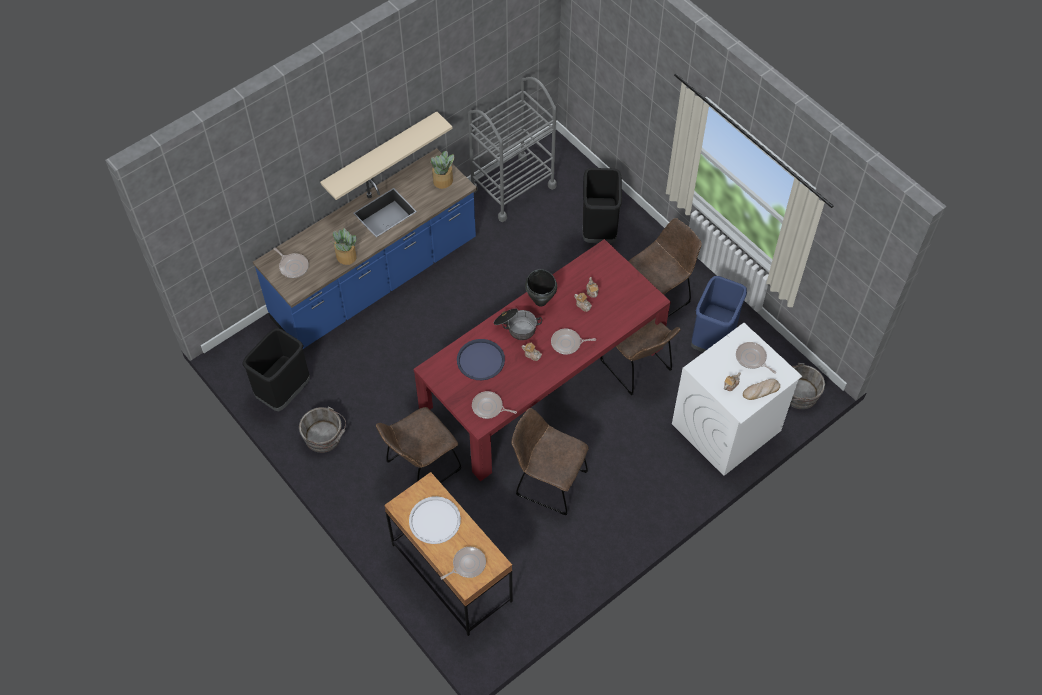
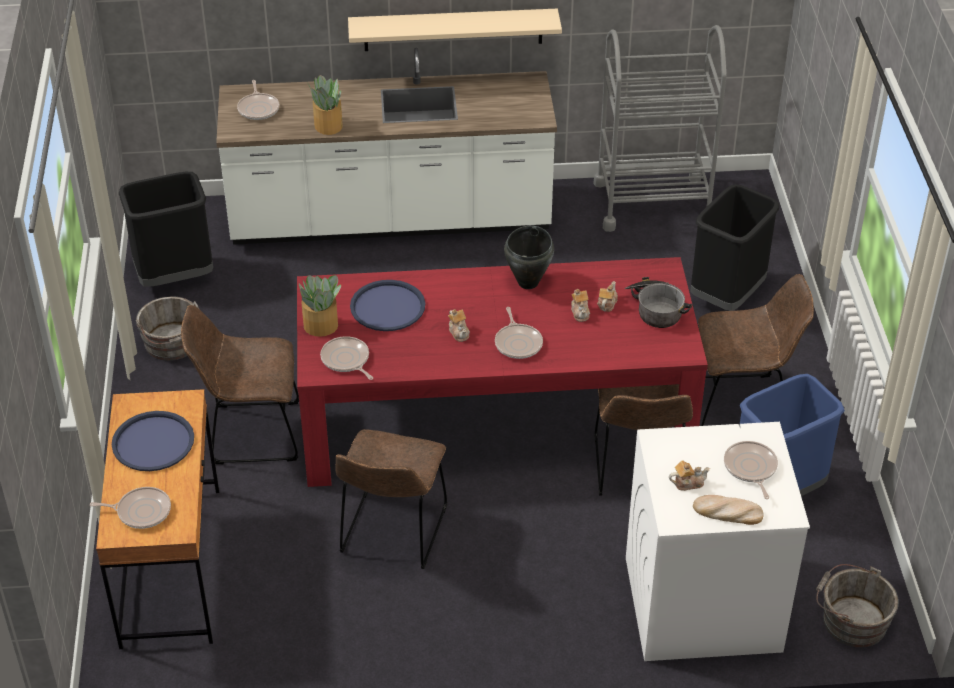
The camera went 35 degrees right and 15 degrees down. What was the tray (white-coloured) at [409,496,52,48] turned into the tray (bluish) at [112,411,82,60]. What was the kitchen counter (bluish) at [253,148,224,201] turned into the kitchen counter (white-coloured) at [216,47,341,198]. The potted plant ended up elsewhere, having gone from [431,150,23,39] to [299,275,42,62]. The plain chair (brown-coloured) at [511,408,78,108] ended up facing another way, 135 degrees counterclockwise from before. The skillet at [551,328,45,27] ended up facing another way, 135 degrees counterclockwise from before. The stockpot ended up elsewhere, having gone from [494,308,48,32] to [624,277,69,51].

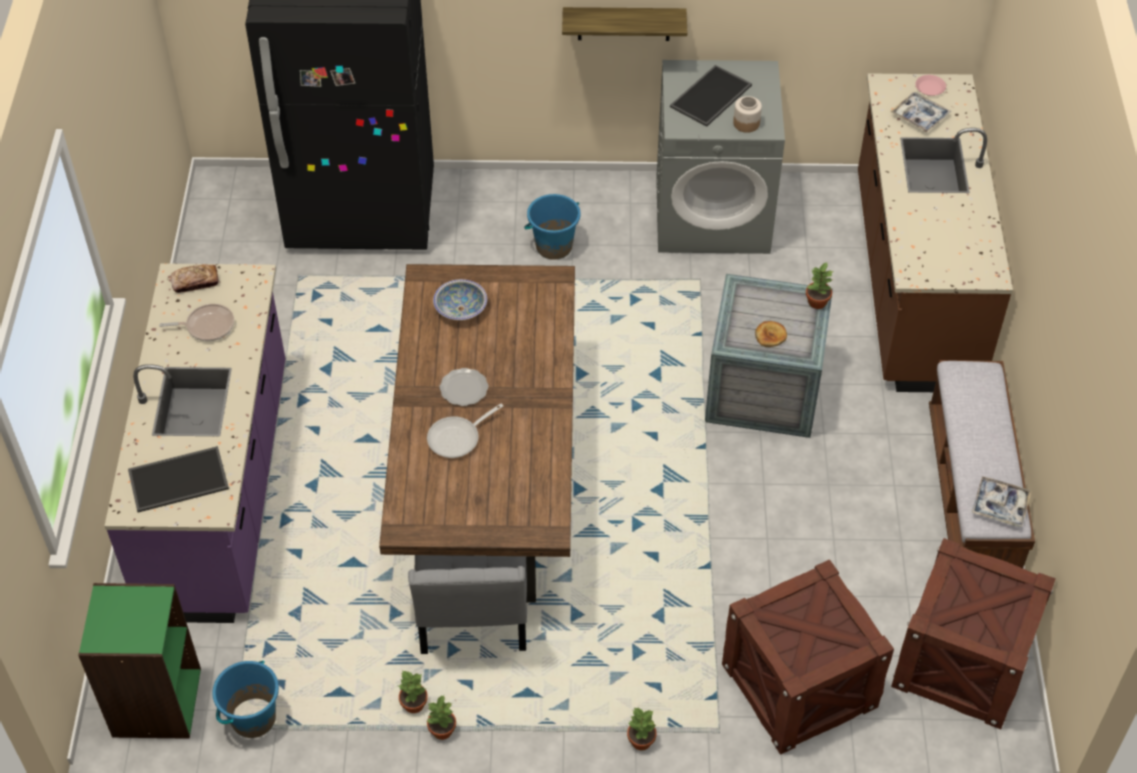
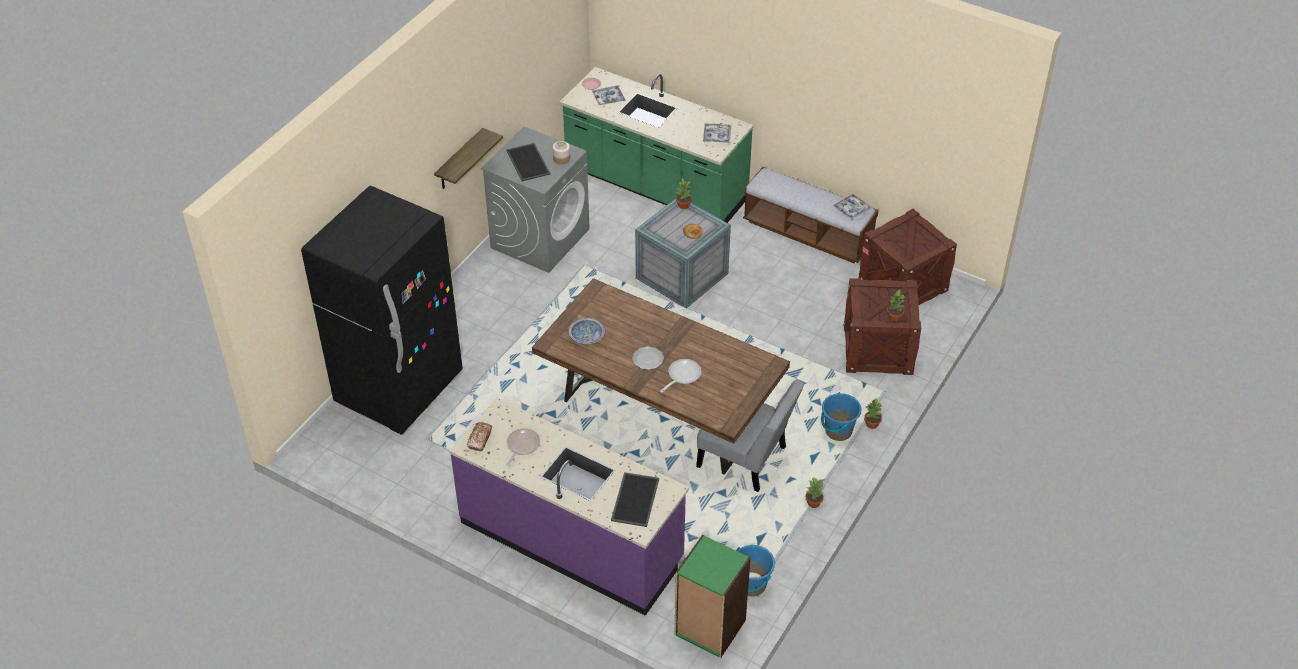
The camera went 60 degrees left and 5 degrees down. What was the kitchen counter (brown-coloured) at [858,73,155,319] turned into the kitchen counter (greenish) at [560,67,194,156]. The skillet at [427,404,76,54] ended up facing another way, 135 degrees counterclockwise from before. The second view gained the tray at [703,123,28,20]. The pail (bluish) ended up elsewhere, having gone from [524,194,56,66] to [821,392,40,49]. The potted plant ended up elsewhere, having gone from [399,670,29,43] to [887,290,18,32].

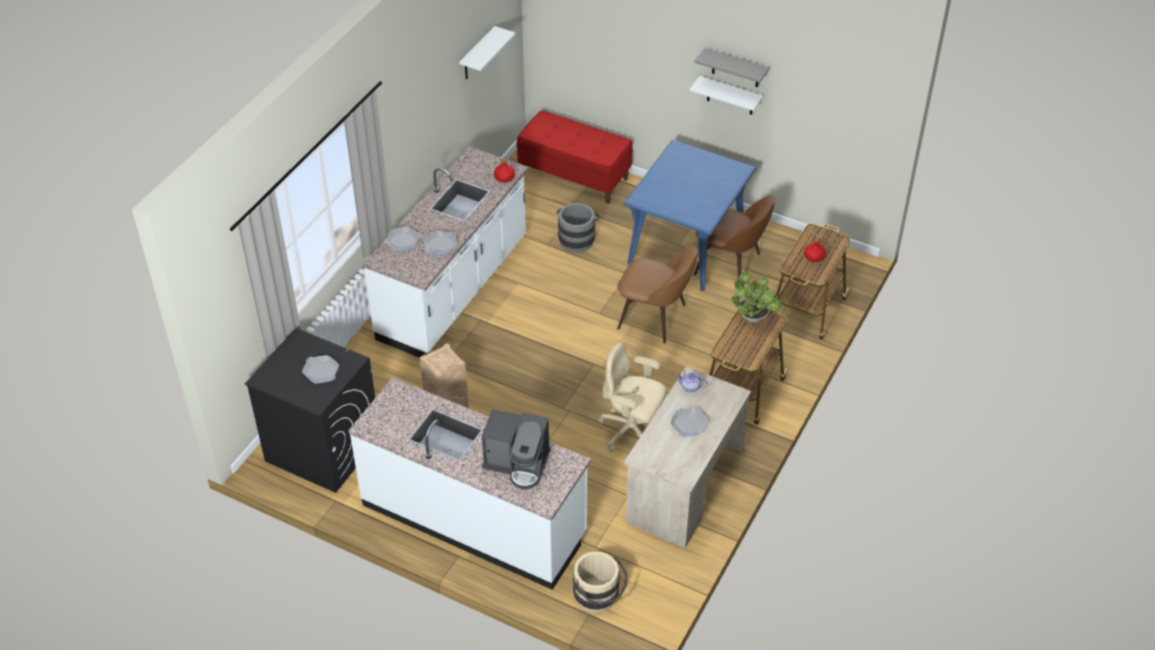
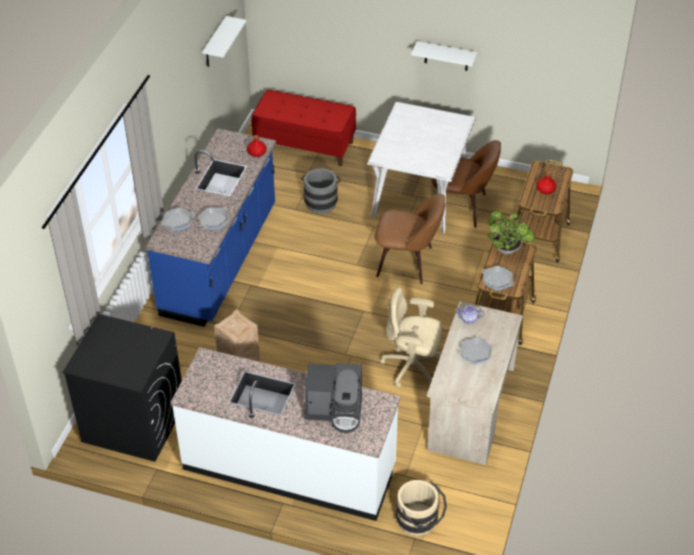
The camera went 10 degrees left and 0 degrees up. What was the kitchen counter (white-coloured) at [363,147,165,211] turned into the kitchen counter (bluish) at [146,129,130,198]. What was the dinner table (bluish) at [624,140,133,151] turned into the dinner table (white-coloured) at [367,102,109,132]. The skillet ended up elsewhere, having gone from [302,355,37,29] to [482,266,32,25]. The second view lost the wall shelf (gray) at [694,48,76,39].

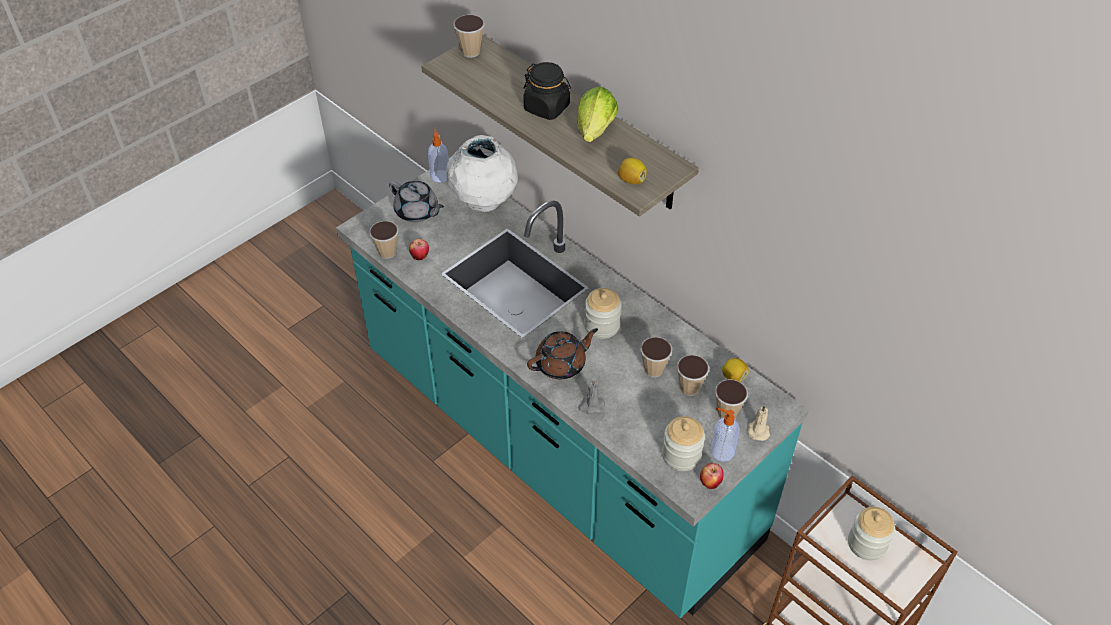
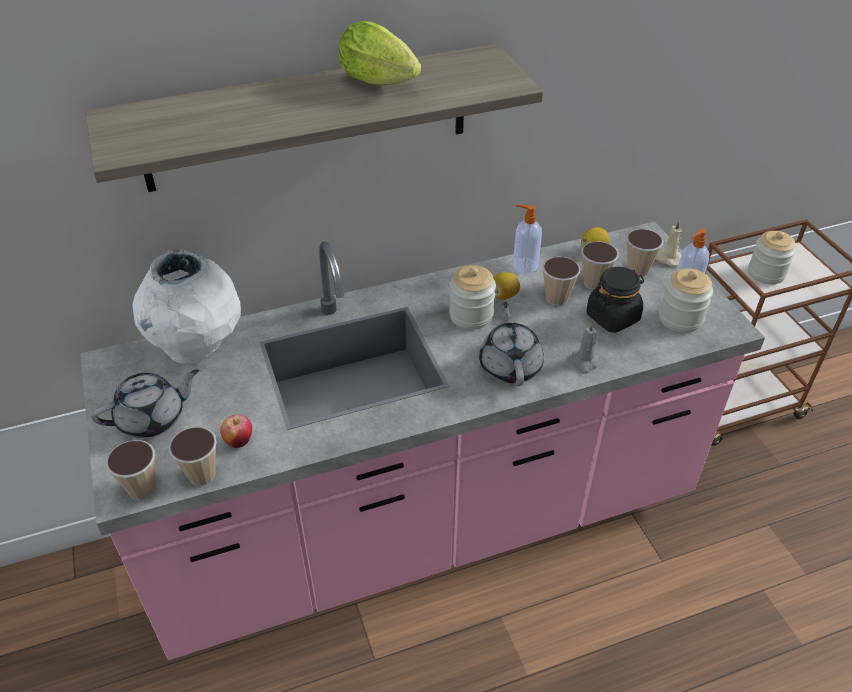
The camera went 65 degrees left and 5 degrees down. What was the kitchen counter (blue-green) at [336,157,473,461] turned into the kitchen counter (pinkish) at [80,222,685,438]. The cup ended up elsewhere, having gone from [453,15,32,43] to [106,440,50,60]. What was the teapot (brown-coloured) at [527,328,71,51] turned into the teapot (gray) at [479,302,65,84]. The citrus fruit ended up elsewhere, having gone from [618,158,29,26] to [493,272,27,28]. The soap dispenser ended up elsewhere, having gone from [428,127,21,55] to [513,205,29,68]. The jar (black-coloured) ended up elsewhere, having gone from [523,62,48,58] to [586,267,58,66]. The second view lost the whole apple at [700,463,24,26].

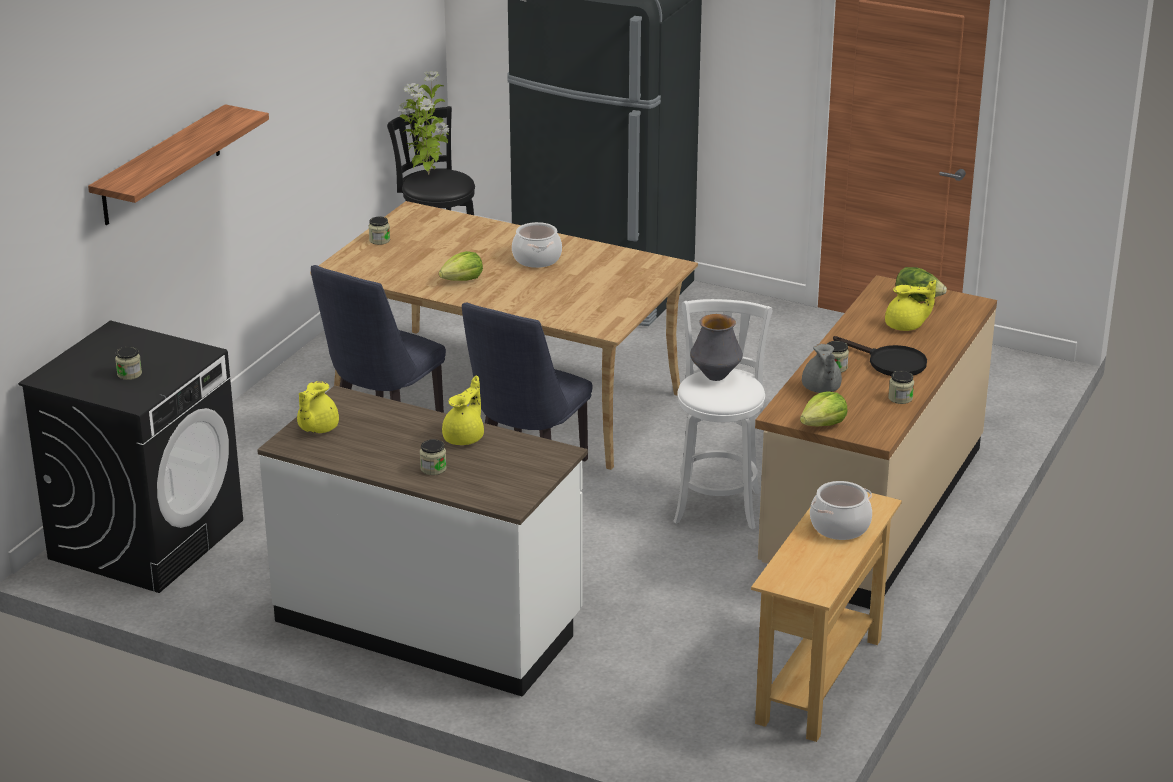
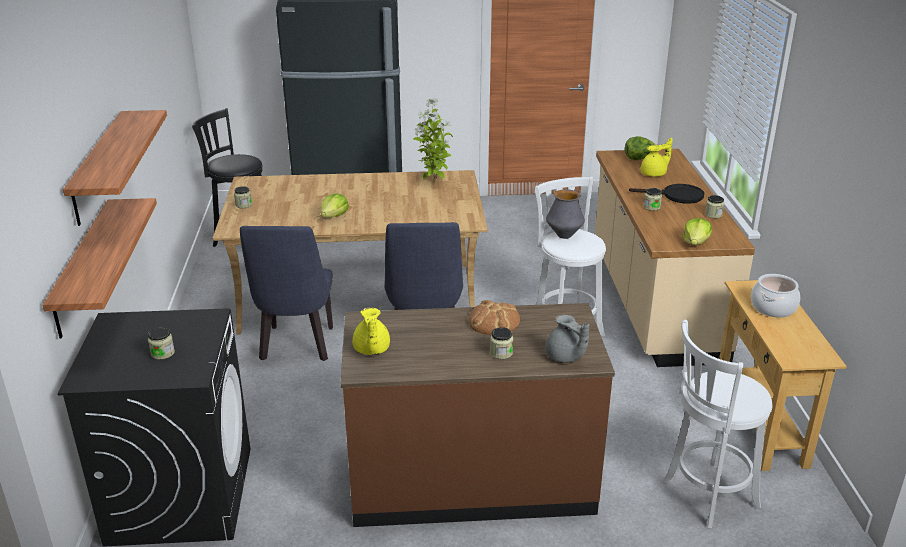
The camera went 30 degrees left and 0 degrees up. The second view gained the wall shelf at [42,198,115,141]. What was the kitchen counter (white-coloured) at [257,386,331,311] turned into the kitchen counter (brown-coloured) at [341,303,274,224]. The potted plant ended up elsewhere, having gone from [398,71,52,104] to [413,98,40,85]. Where the teapot (yellow-coloured) stood at [442,376,42,69], the bakery bread came to stand at [468,300,52,35]. The teapot (gray) ended up elsewhere, having gone from [802,344,40,49] to [545,315,44,47]. The second view gained the stool (white-coloured) at [663,320,110,209]. The second view lost the stockpot at [512,222,50,46].

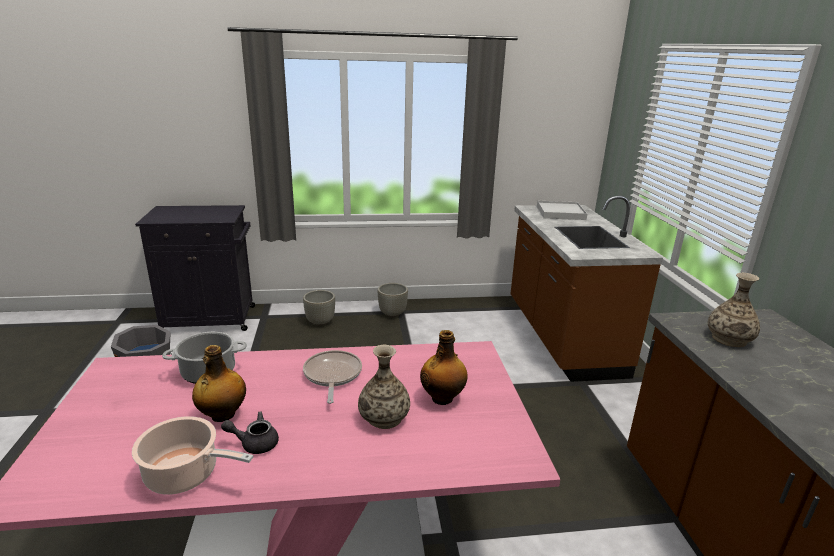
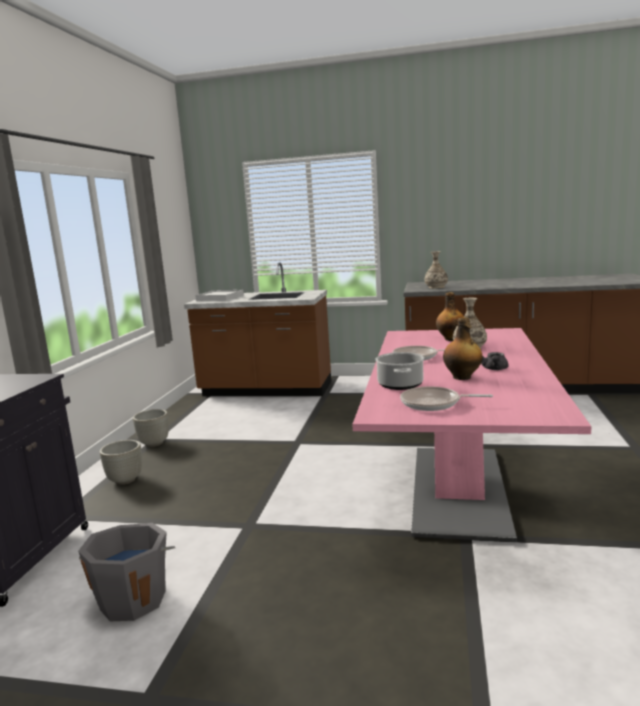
The camera went 70 degrees left and 10 degrees down. The second view gained the skillet at [400,386,93,25]. The second view lost the stockpot at [132,416,121,79].

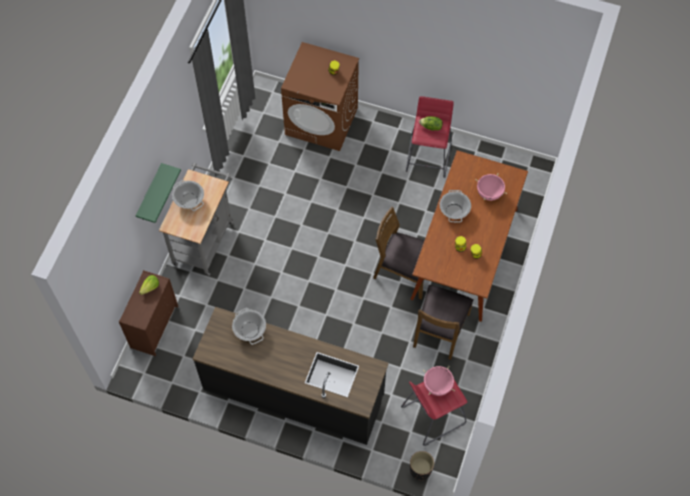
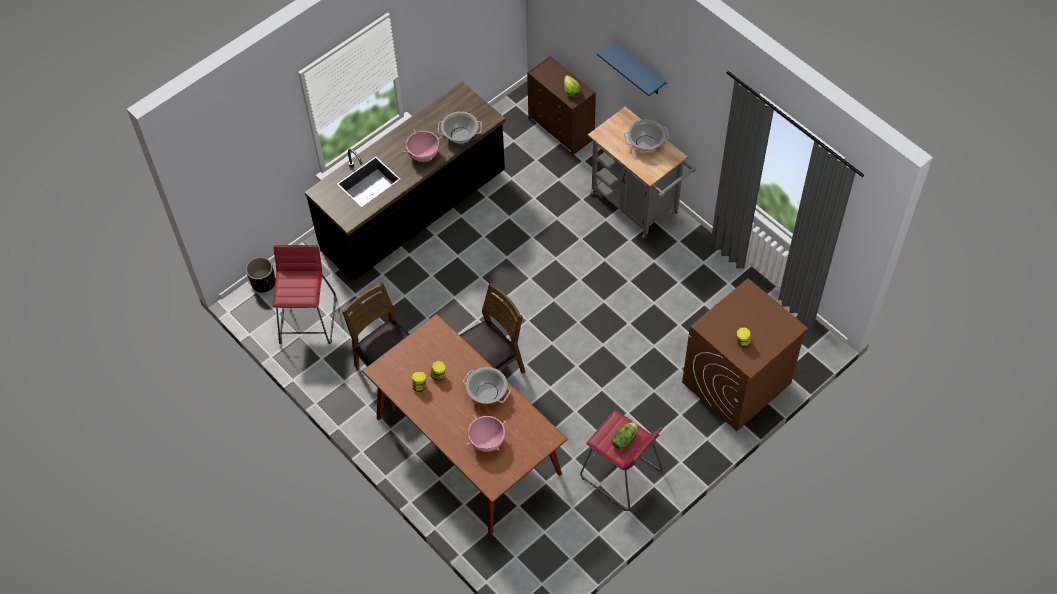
The camera went 120 degrees right and 5 degrees down. The stockpot (pinkish) ended up elsewhere, having gone from [423,366,32,30] to [403,129,39,33]. What was the wall shelf (greenish) at [135,163,46,60] turned into the wall shelf (bluish) at [597,41,69,55].

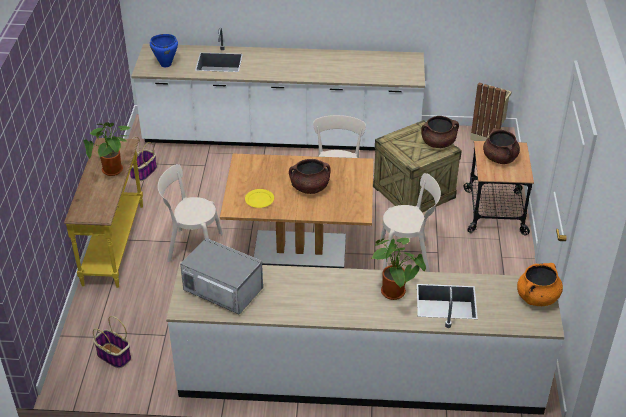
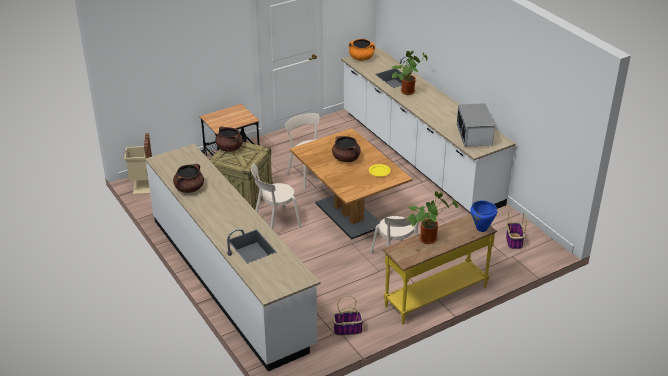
The camera went 125 degrees left and 5 degrees down. The stockpot (brown-coloured) ended up elsewhere, having gone from [483,128,37,36] to [173,164,31,29]. The stockpot (bluish) ended up elsewhere, having gone from [150,34,28,33] to [471,201,26,31].

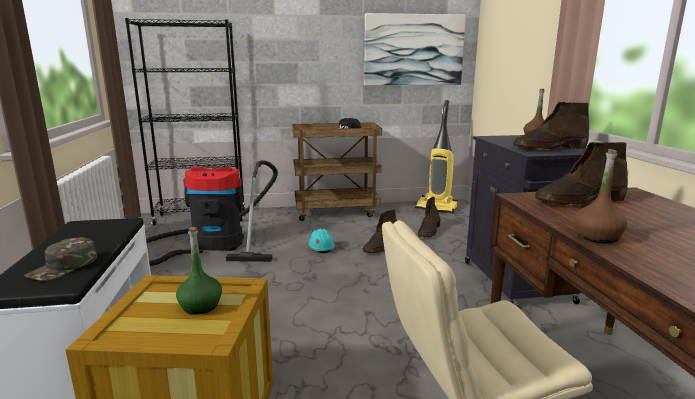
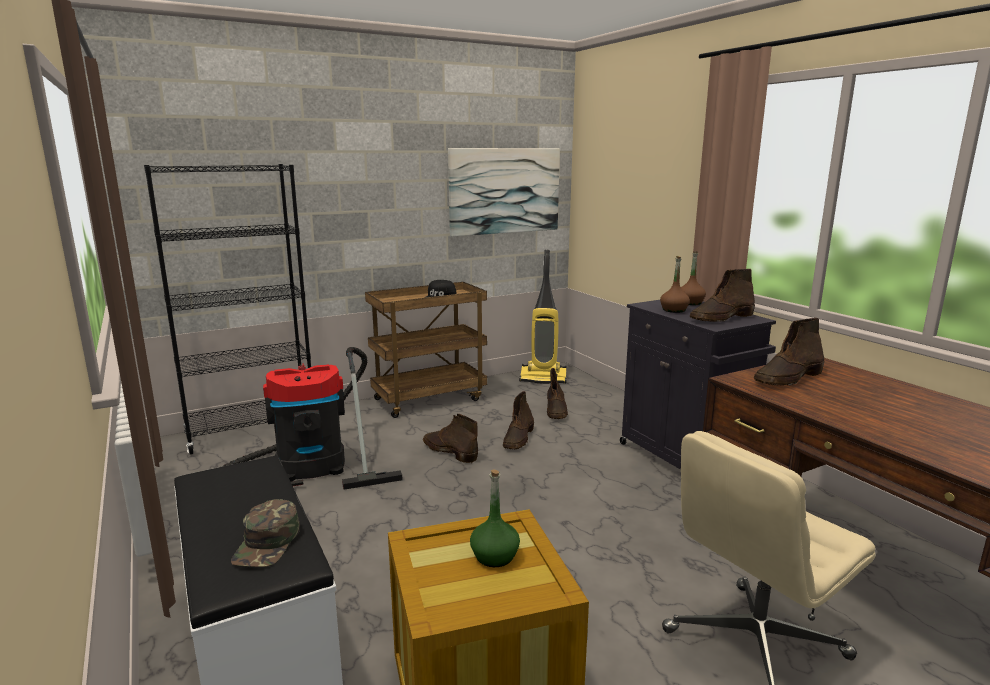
The camera went 20 degrees left and 0 degrees up. Where the safety helmet (blue-green) stood at [308,229,27,24], the boot (brown-coloured) came to stand at [423,414,55,49]. The bottle (brown-coloured) ended up elsewhere, having gone from [574,149,53,94] to [660,256,30,57].

